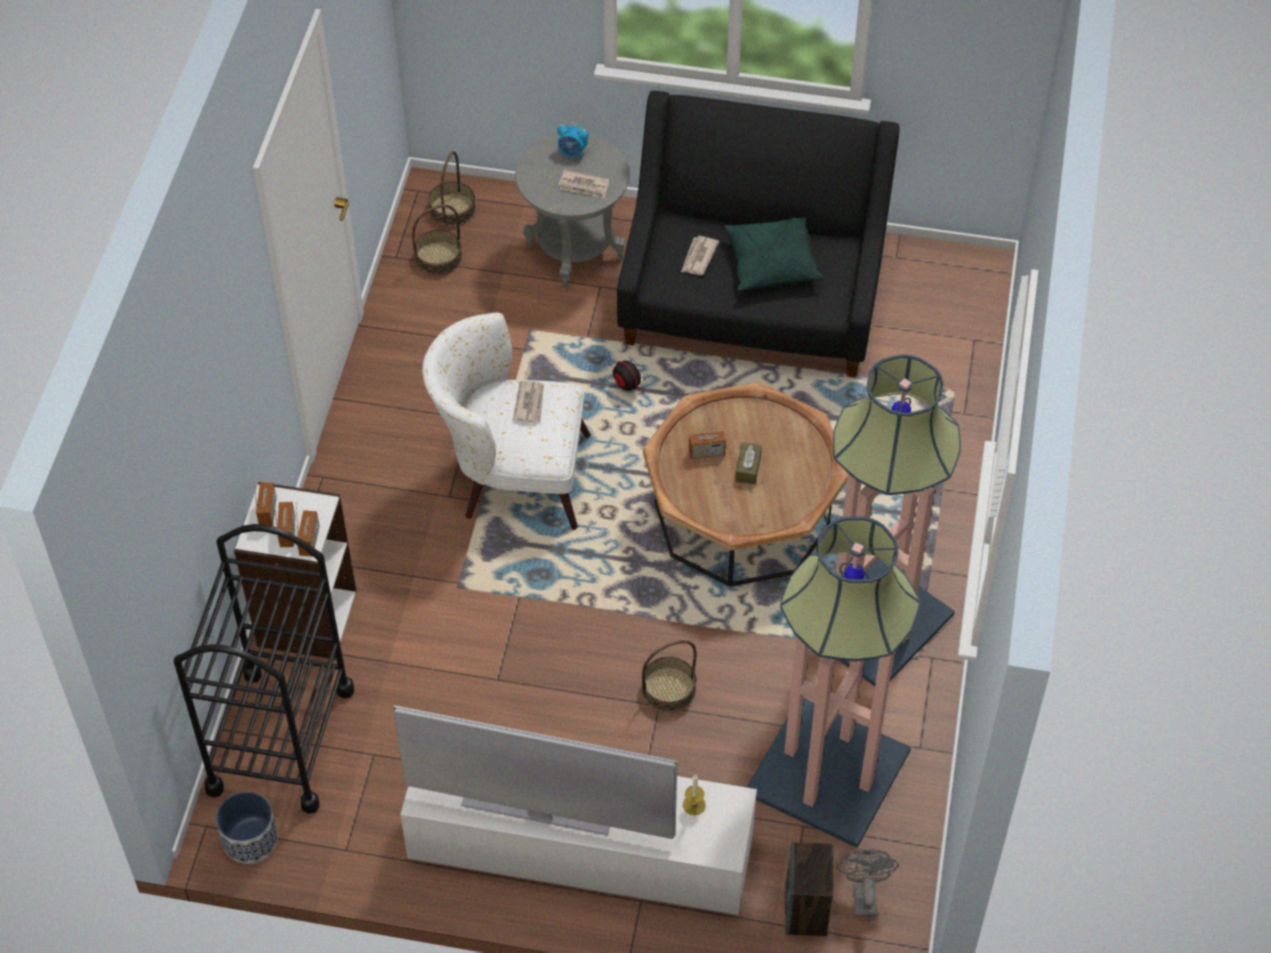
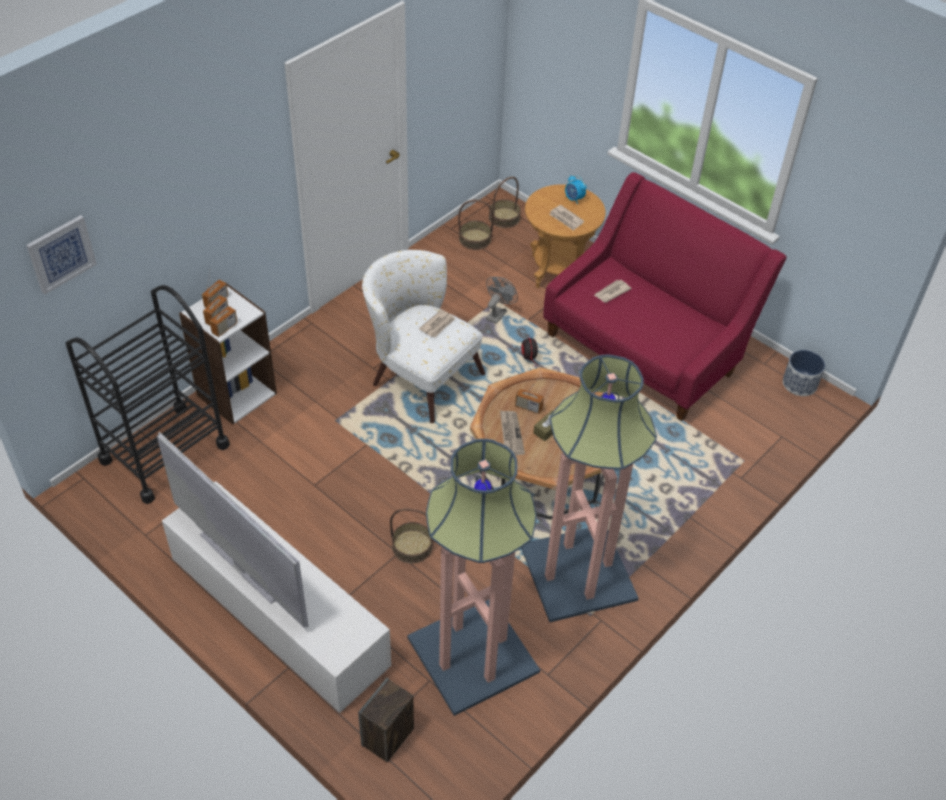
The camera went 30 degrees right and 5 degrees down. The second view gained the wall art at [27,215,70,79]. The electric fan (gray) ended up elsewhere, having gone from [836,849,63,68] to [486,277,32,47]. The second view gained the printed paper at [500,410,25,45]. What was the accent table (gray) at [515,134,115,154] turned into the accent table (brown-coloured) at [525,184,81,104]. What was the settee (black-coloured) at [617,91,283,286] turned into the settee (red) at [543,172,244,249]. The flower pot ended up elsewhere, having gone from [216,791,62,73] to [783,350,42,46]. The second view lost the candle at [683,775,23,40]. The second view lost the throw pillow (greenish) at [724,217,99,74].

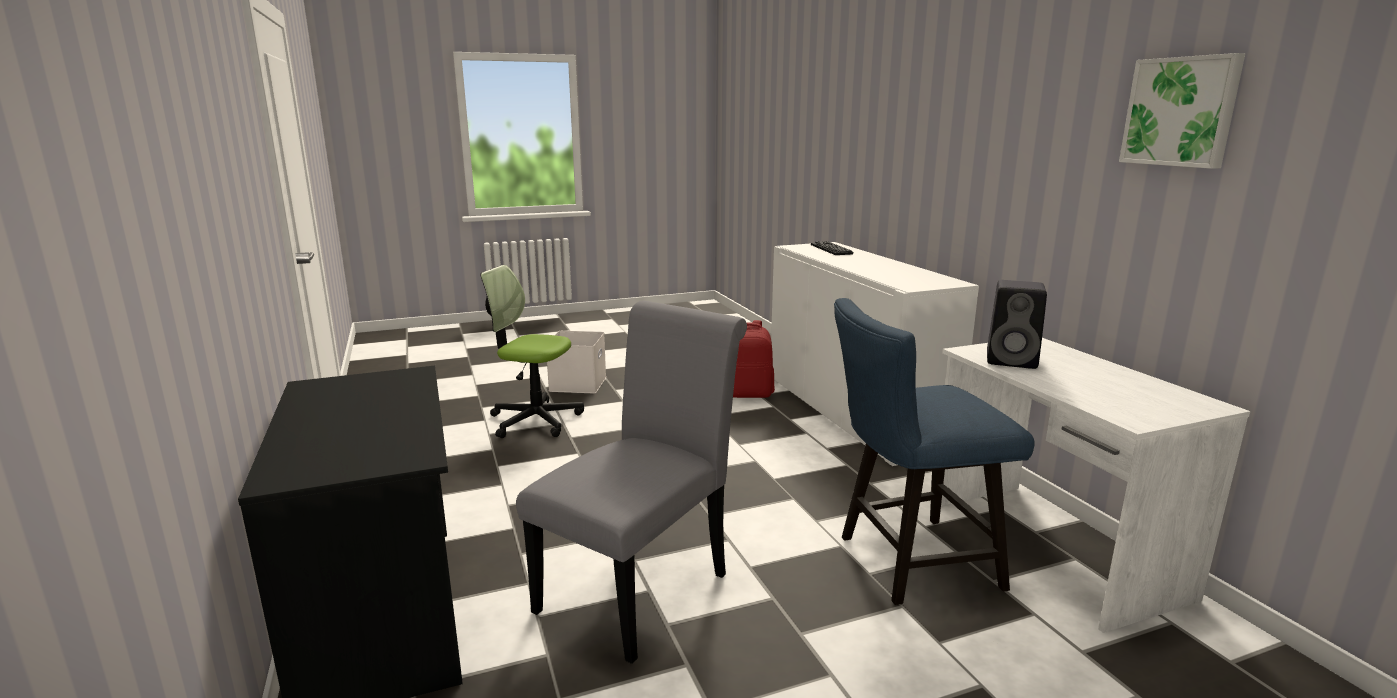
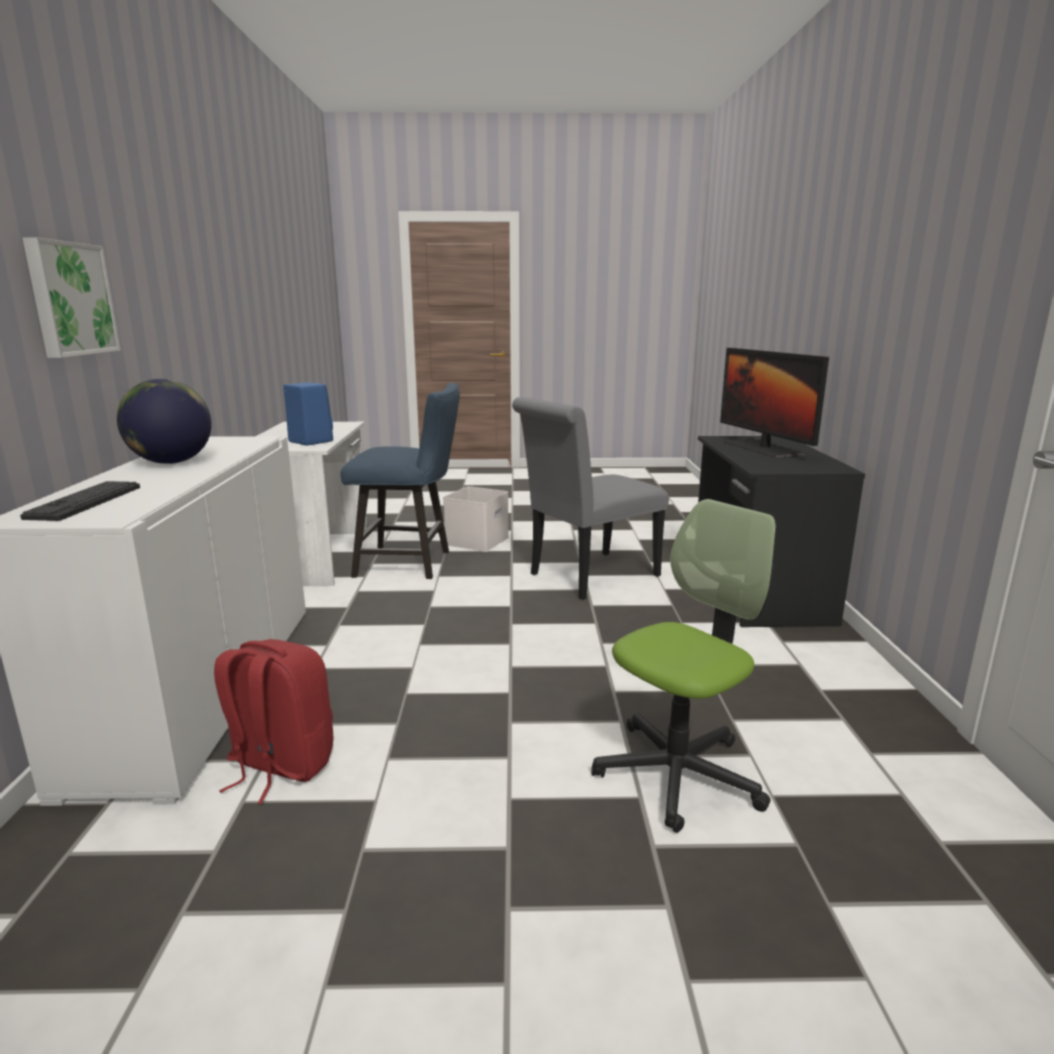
The camera went 160 degrees left and 0 degrees up. The wall art ended up elsewhere, having gone from [1119,53,126,116] to [22,237,99,121]. The second view gained the world globe at [117,379,95,85]. What was the loudspeaker (black-coloured) at [987,280,60,89] turned into the loudspeaker (bluish) at [283,382,50,63]. The storage bin (white-coloured) ended up elsewhere, having gone from [547,331,59,62] to [443,486,66,66]. The desk chair at [480,265,104,173] ended up facing another way, 75 degrees counterclockwise from before. The second view gained the computer display at [720,348,109,110].

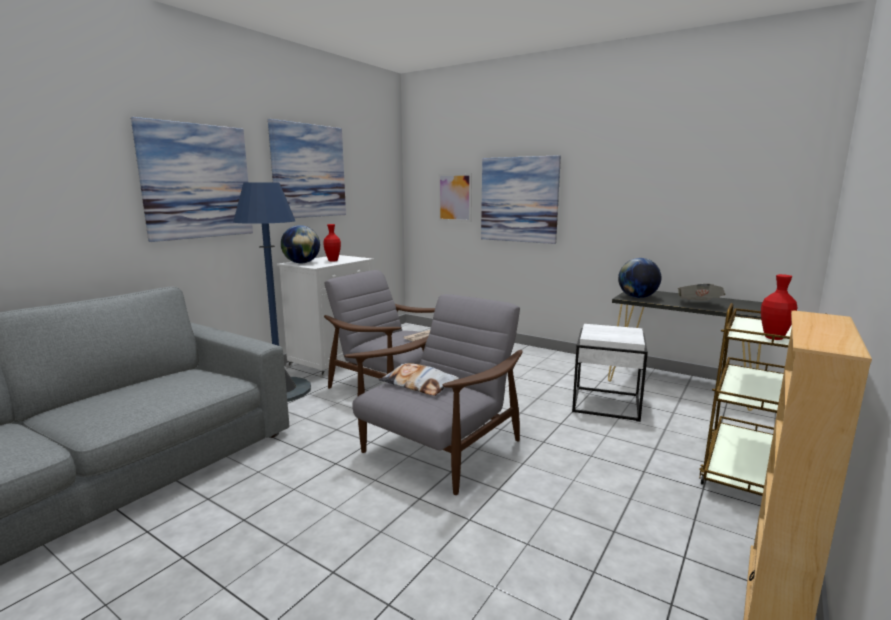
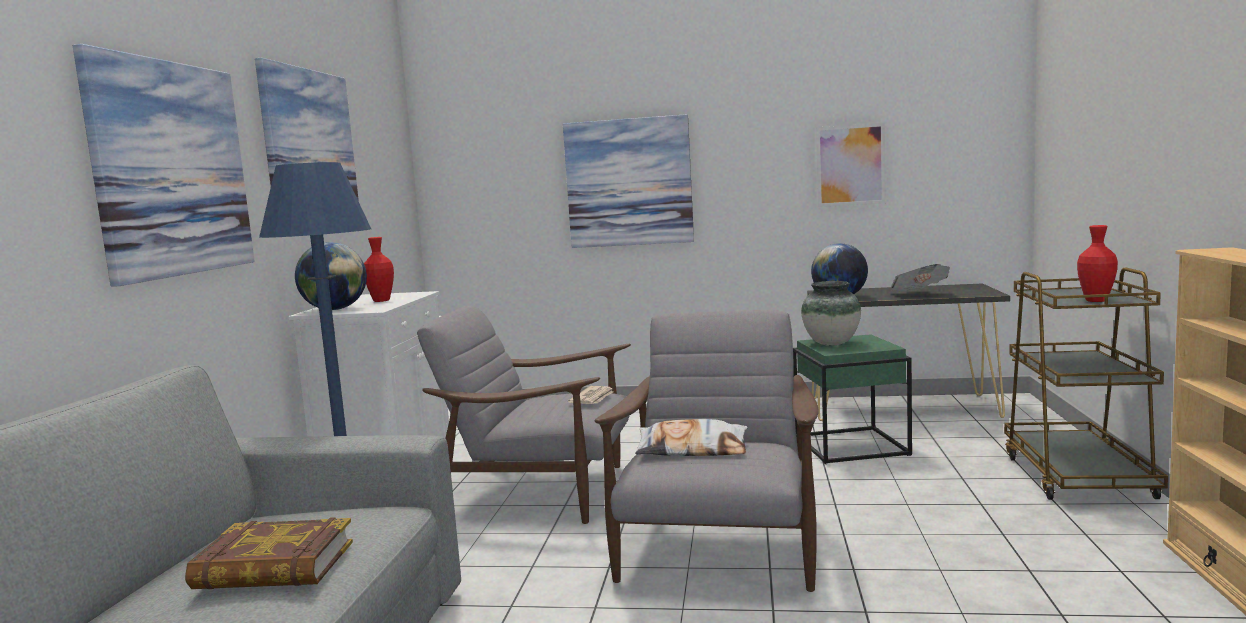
The camera went 25 degrees left and 5 degrees down. The second view gained the bound book at [185,517,168,72]. What was the accent table (white-coloured) at [572,324,76,98] turned into the accent table (greenish) at [793,334,119,130]. The second view gained the decorative vase at [801,281,60,65]. The wall art ended up elsewhere, having gone from [438,173,34,49] to [816,123,70,84].

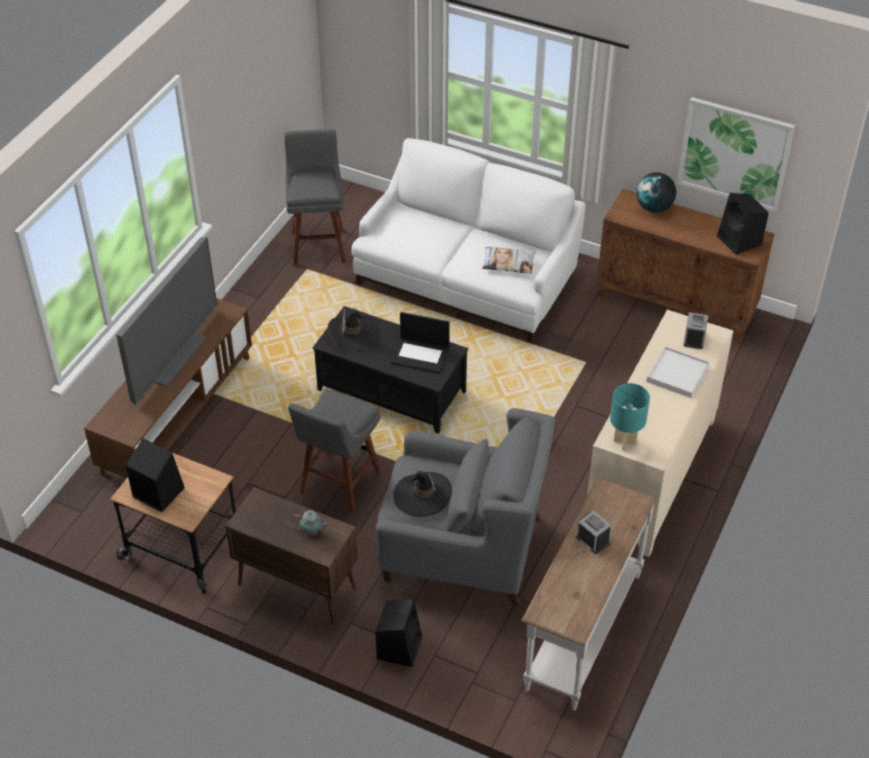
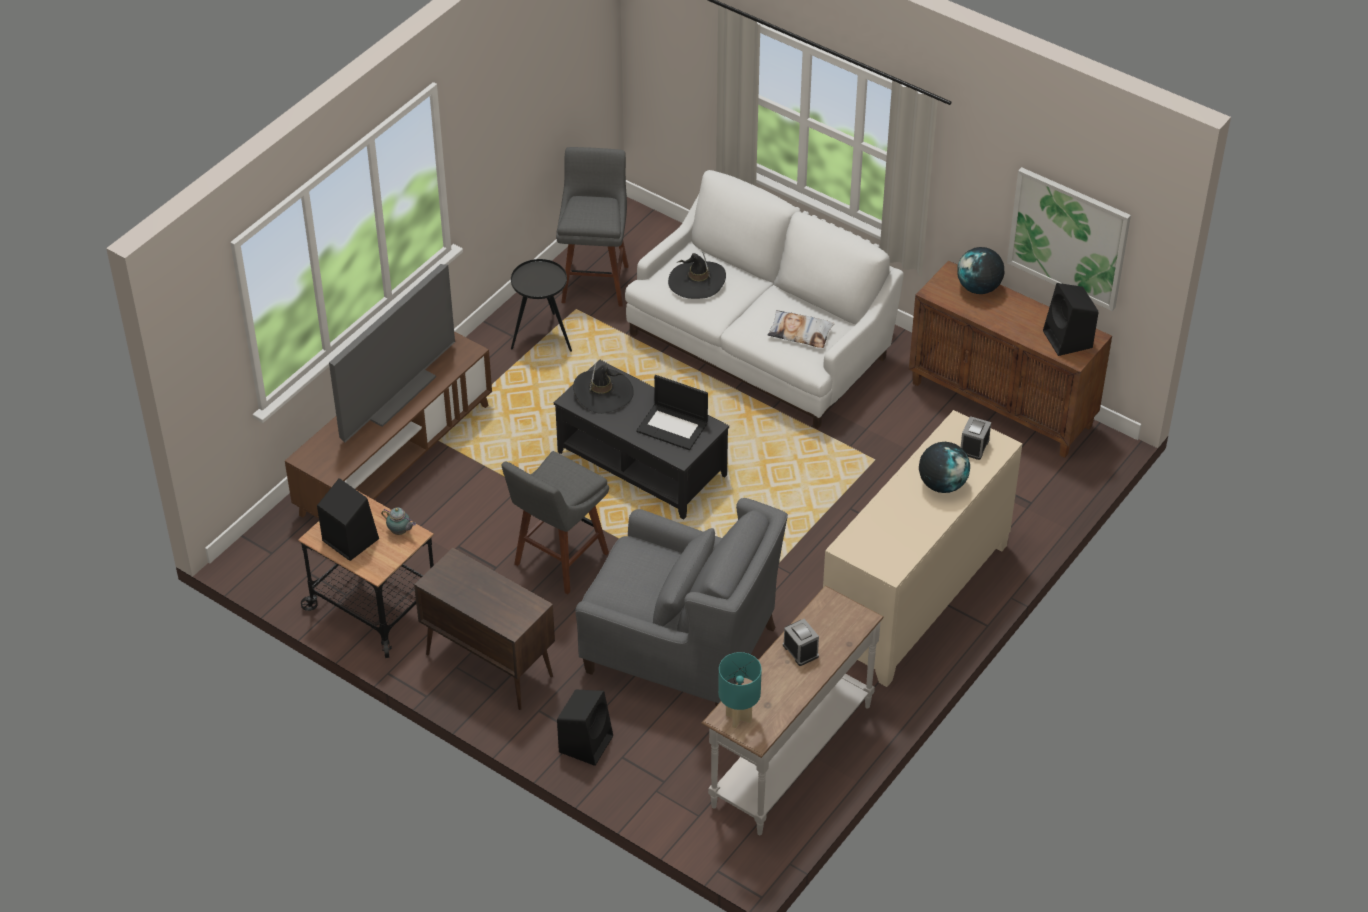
The camera went 10 degrees right and 0 degrees up. The teapot ended up elsewhere, having gone from [293,510,36,26] to [381,507,35,28]. The second view gained the accent table (black-coloured) at [511,259,61,93]. The wearable hat (black-coloured) ended up elsewhere, having gone from [393,465,59,52] to [668,252,58,47]. The lamp for a table (blue-green) ended up elsewhere, having gone from [610,383,40,67] to [718,652,44,76]. Where the tray (white-coloured) stood at [646,347,63,51], the world globe came to stand at [919,442,51,51].

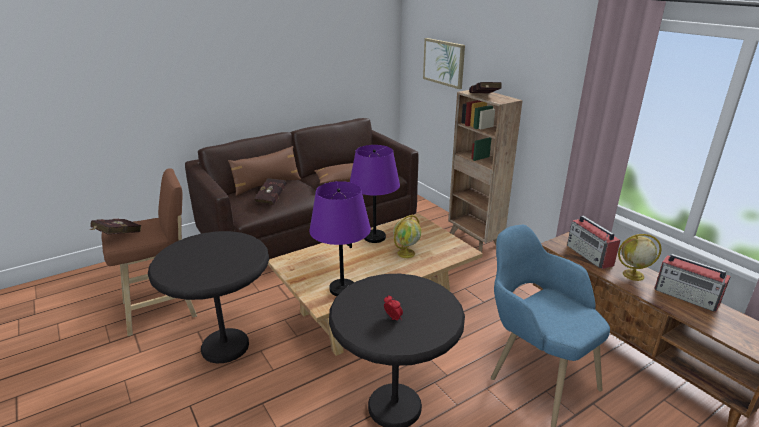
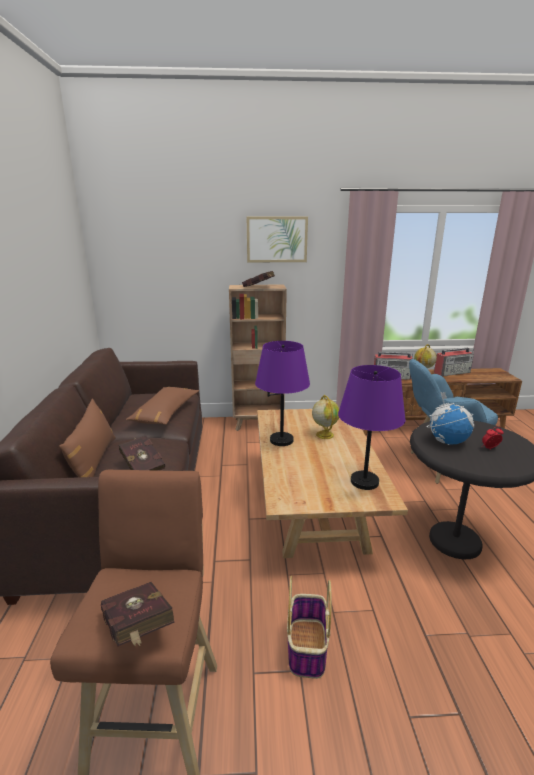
The camera went 60 degrees left and 5 degrees down. The wall art ended up elsewhere, having gone from [423,38,42,51] to [247,217,61,46]. Where the accent table (black-coloured) stood at [148,231,121,132], the basket came to stand at [287,576,45,103]. The second view gained the world globe at [427,392,47,53].

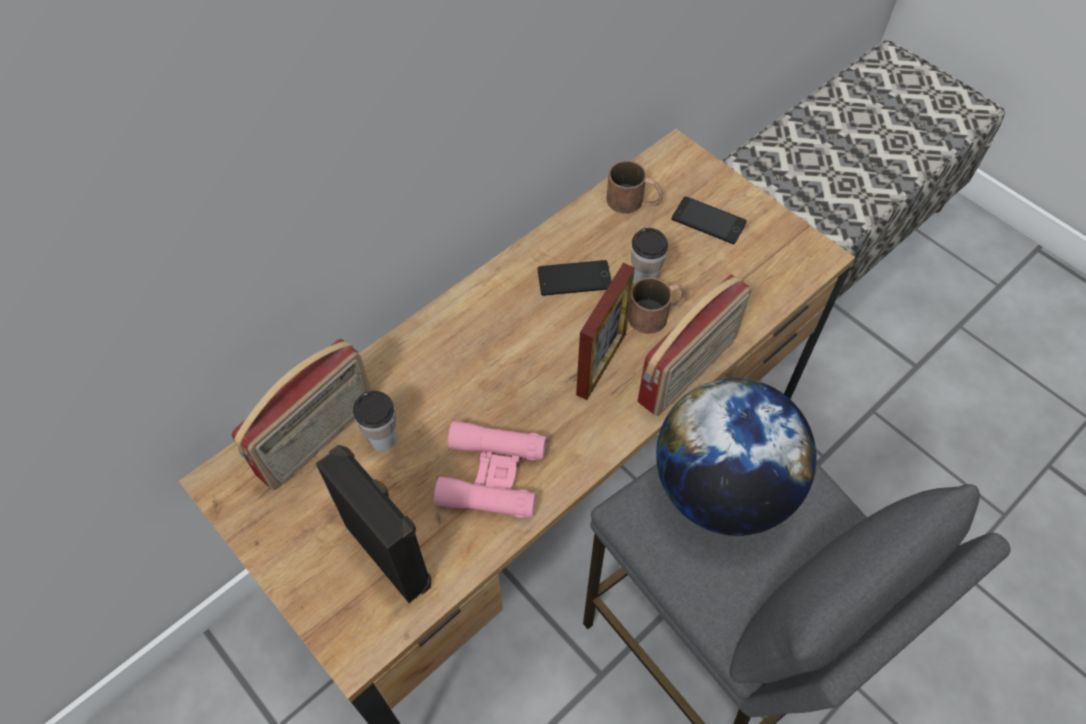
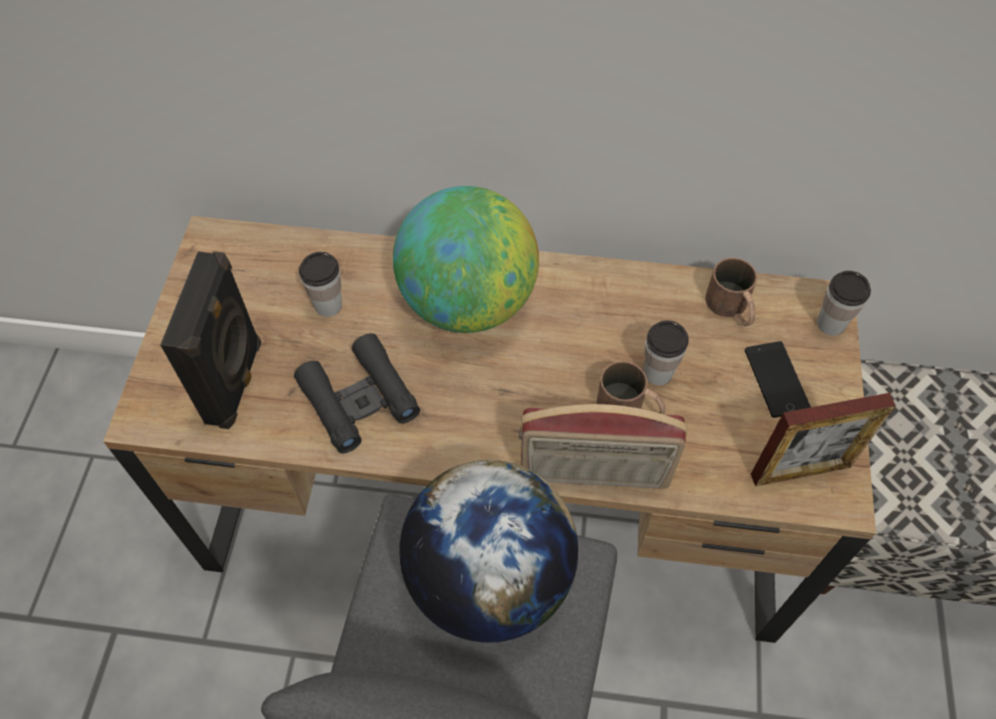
The camera went 50 degrees right and 0 degrees up. What was the pair of binoculars (pinkish) at [434,421,112,97] turned into the pair of binoculars (black-coloured) at [294,333,126,120]. The second view gained the world globe at [393,186,146,147]. The photo frame ended up elsewhere, having gone from [576,263,59,137] to [751,393,145,93]. The second view gained the cup at [817,271,54,65]. The second view lost the radio set at [232,339,139,151]. The second view lost the handset at [538,260,73,36].

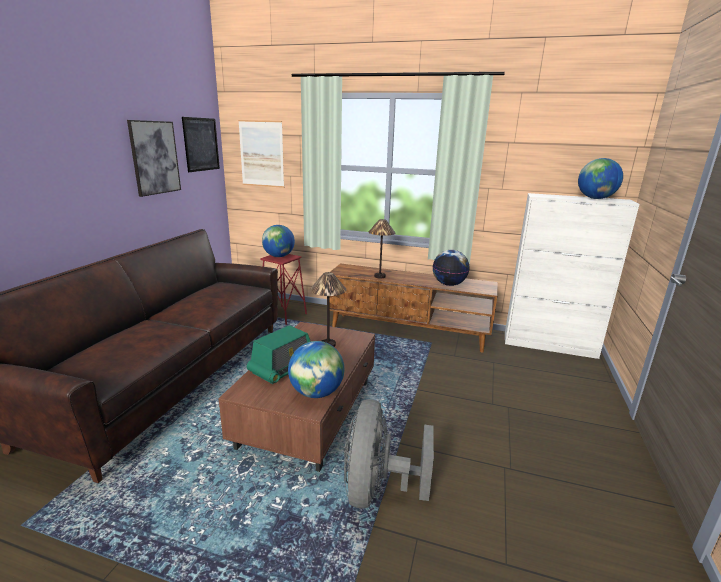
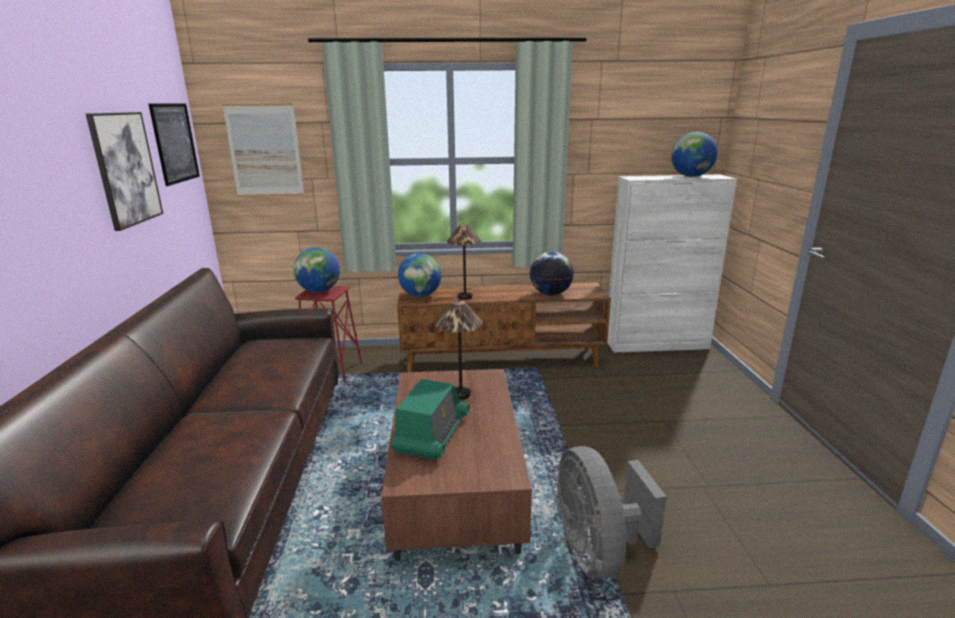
The camera went 20 degrees left and 0 degrees up. The world globe ended up elsewhere, having gone from [288,341,56,57] to [398,253,43,44].

